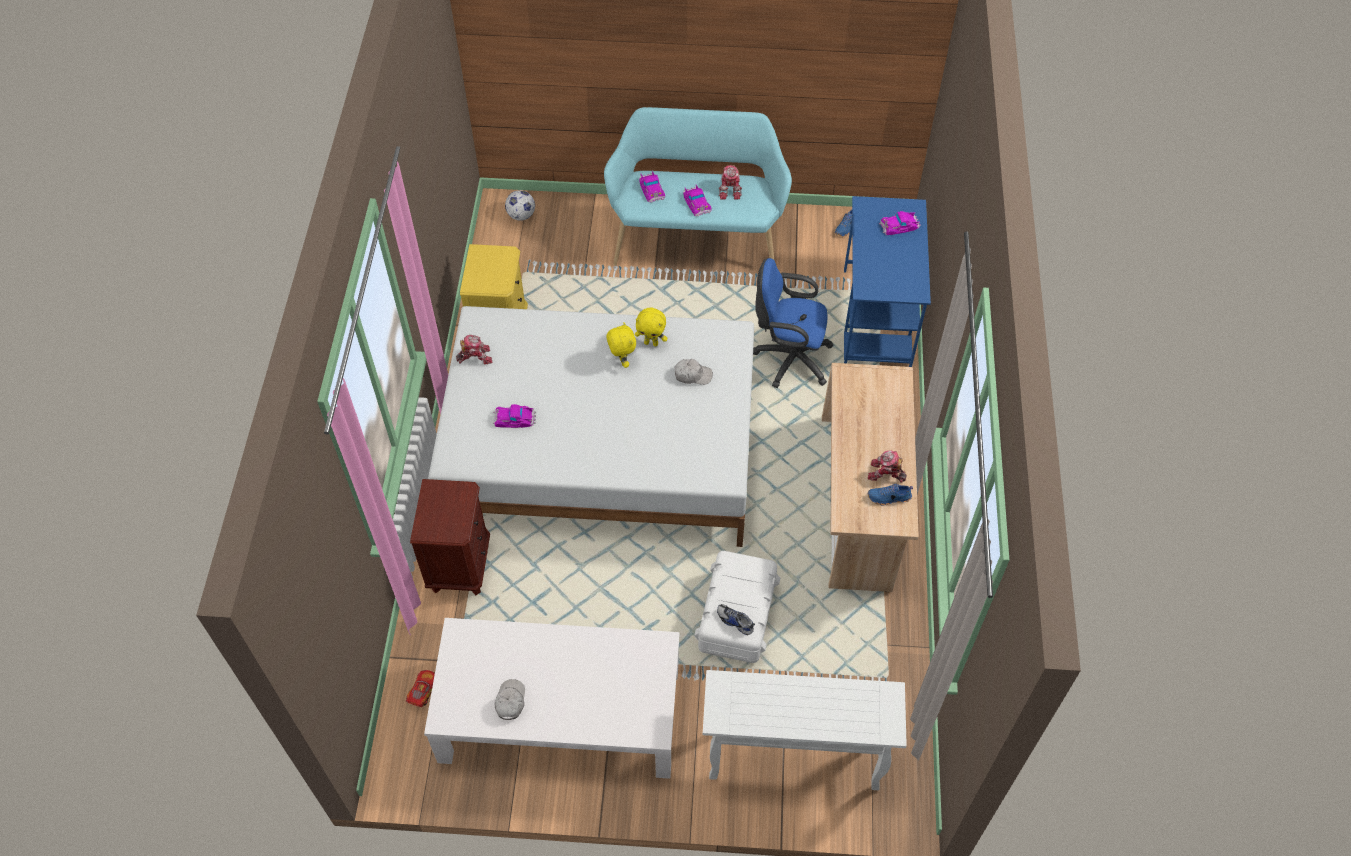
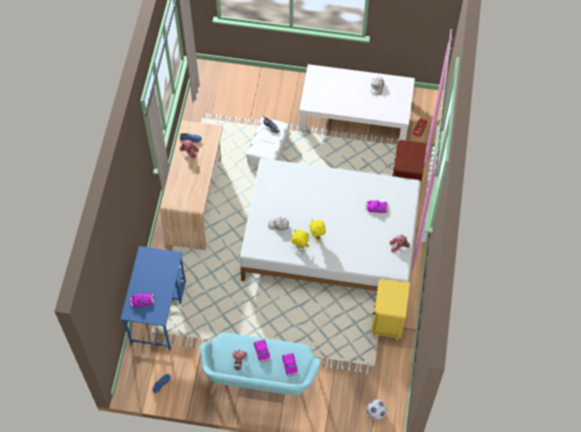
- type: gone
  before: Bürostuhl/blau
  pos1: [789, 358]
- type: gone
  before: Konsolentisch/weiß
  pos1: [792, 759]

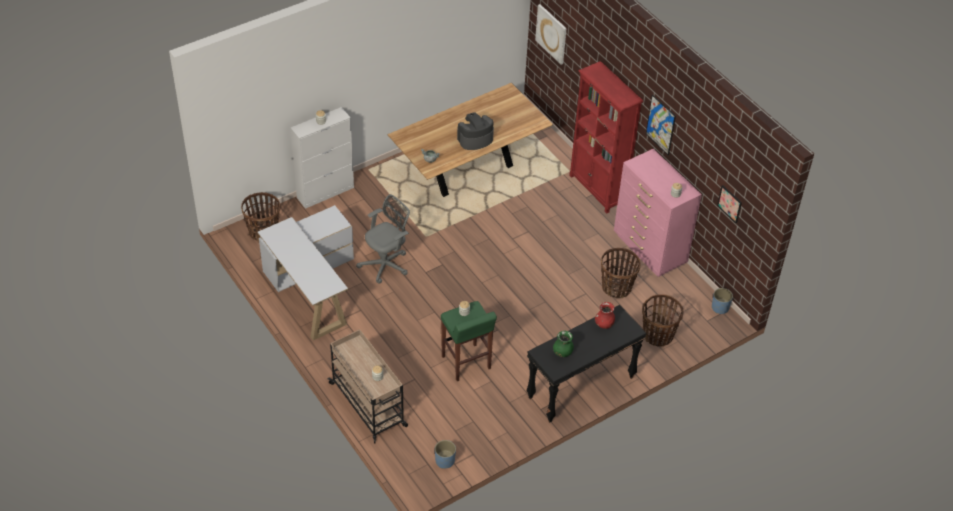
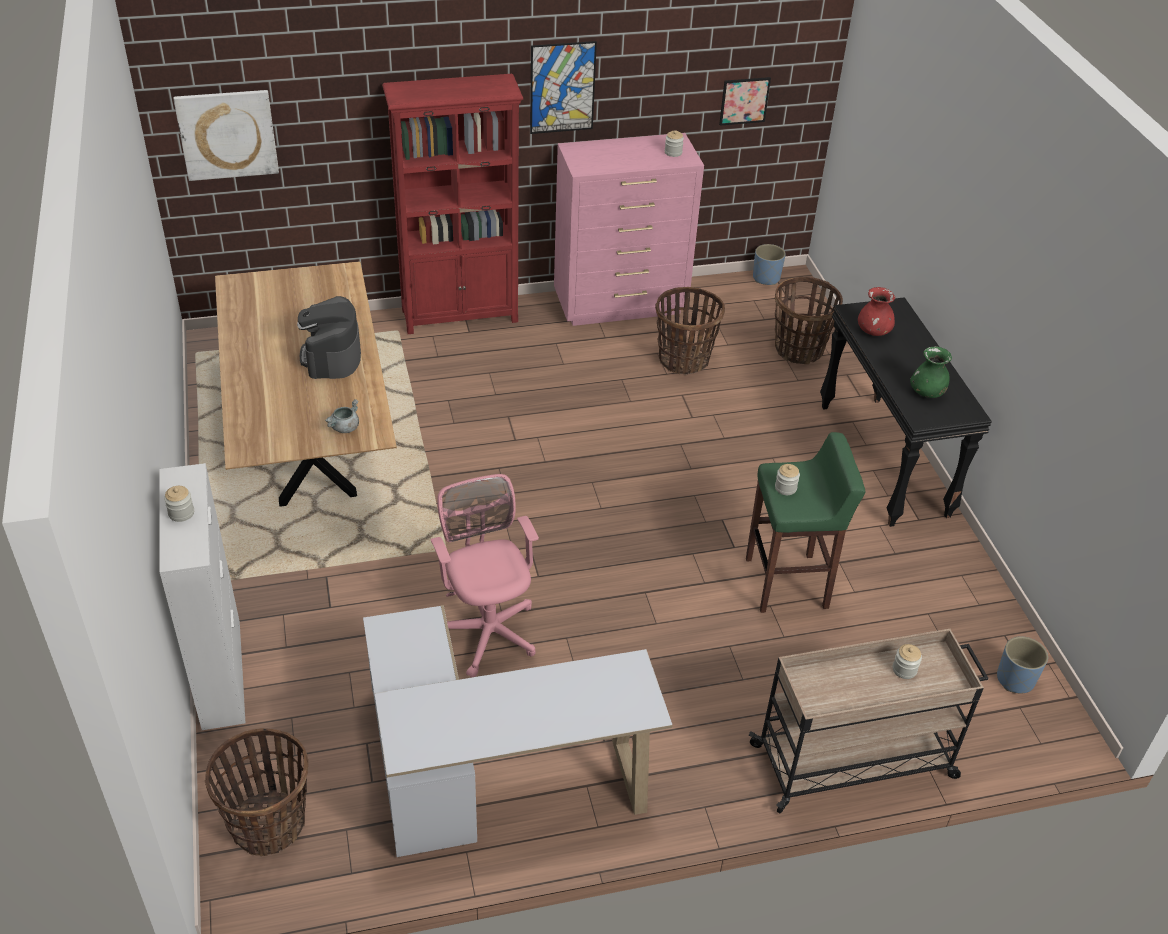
- type: repainted
  before: Bürostuhl/grau
  after: Bürostuhl/rosa
  pos1: [386, 264]
  pos2: [488, 629]

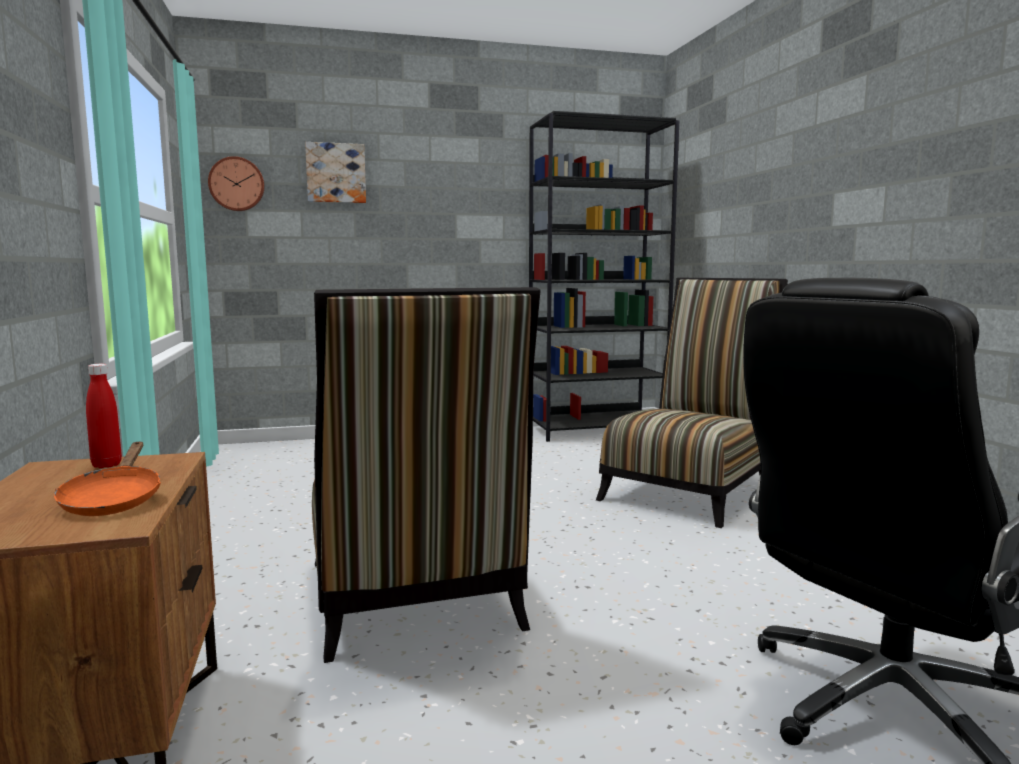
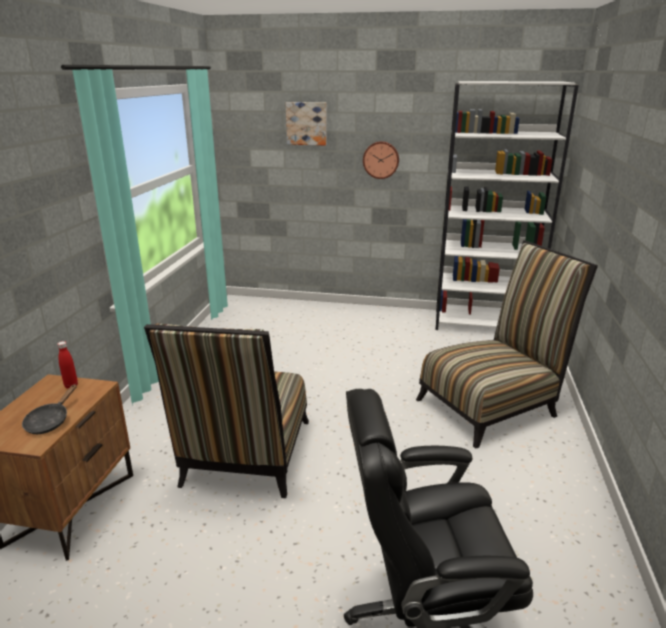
- type: repainted
  before: Bücherregal/schwarz
  after: Bücherregal/weiß
  pos1: [597, 430]
  pos2: [483, 323]
- type: shifted
  before: Wanduhr
  pos1: [237, 184]
  pos2: [381, 160]
- type: repainted
  before: Pfanne/orange
  after: Pfanne/schwarz
  pos1: [113, 500]
  pos2: [50, 421]

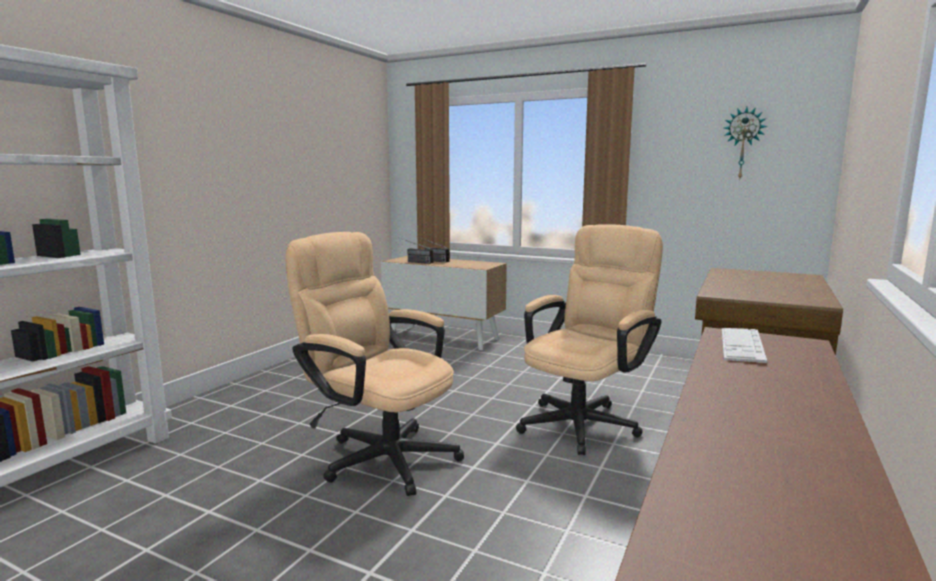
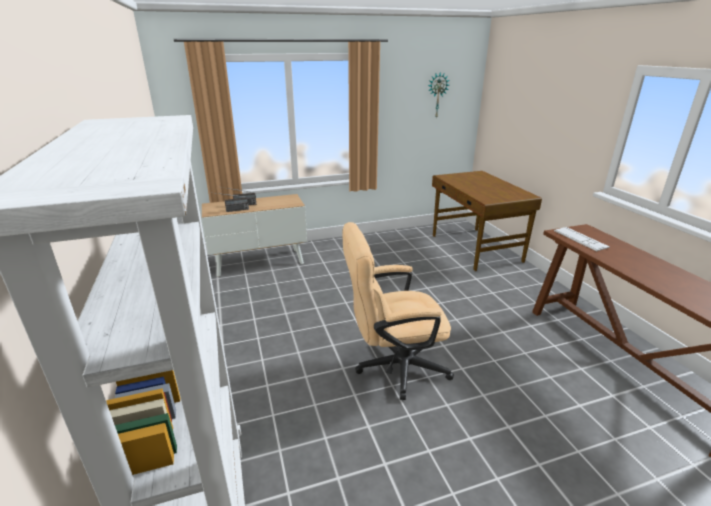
- type: gone
  before: Bürostuhl/beige
  pos1: [585, 421]

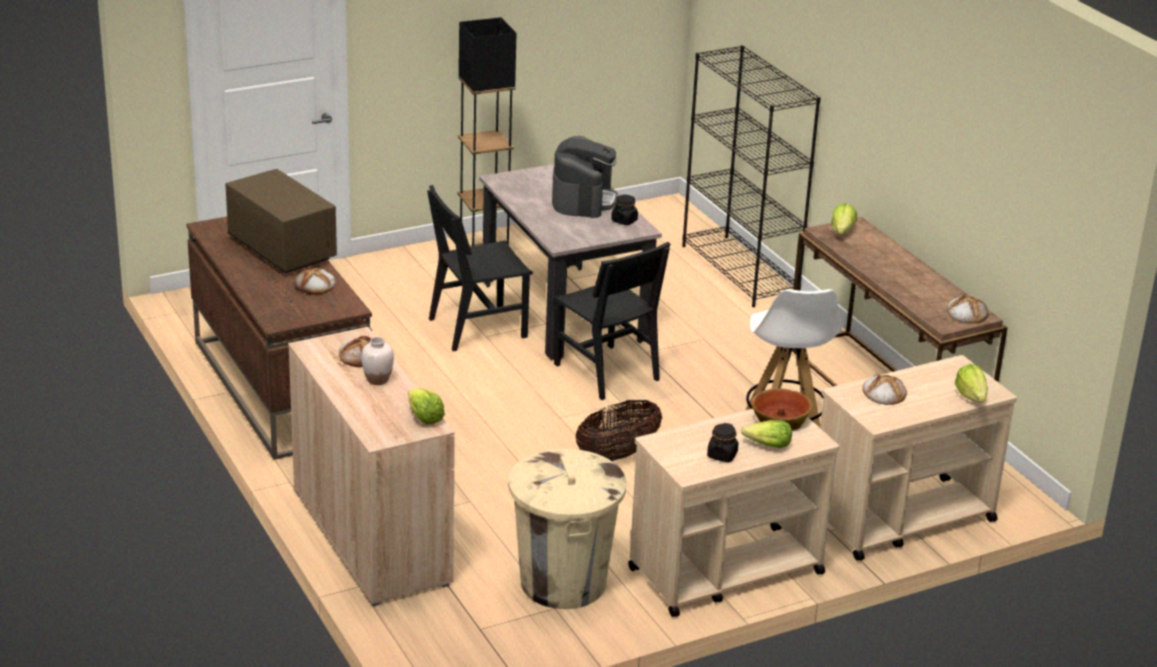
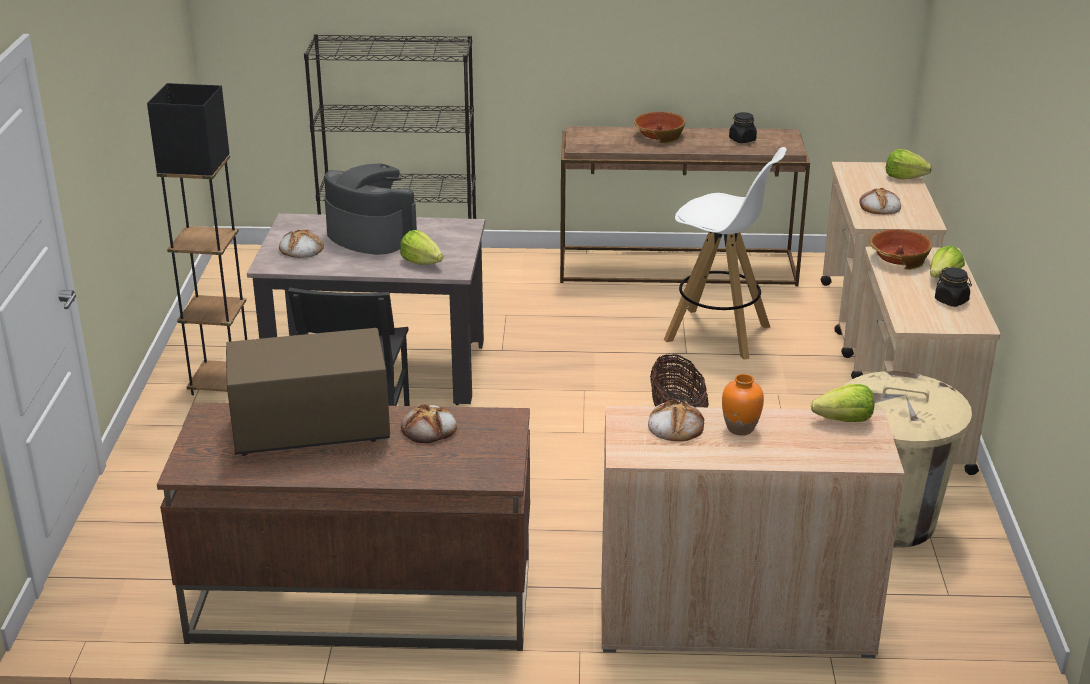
- type: shifted
  before: Vorratsglas/schwarz
  pos1: [624, 221]
  pos2: [742, 139]
- type: shifted
  before: Salatkopf
  pos1: [842, 232]
  pos2: [421, 262]
- type: gone
  before: Stuhl/schwarz
  pos1: [606, 372]
- type: shifted
  before: Brot
  pos1: [966, 313]
  pos2: [301, 249]
- type: repainted
  before: Vase/weiß
  after: Vase/orange
  pos1: [378, 380]
  pos2: [740, 428]
- type: new
  after: Schüssel
  pos2: [658, 135]

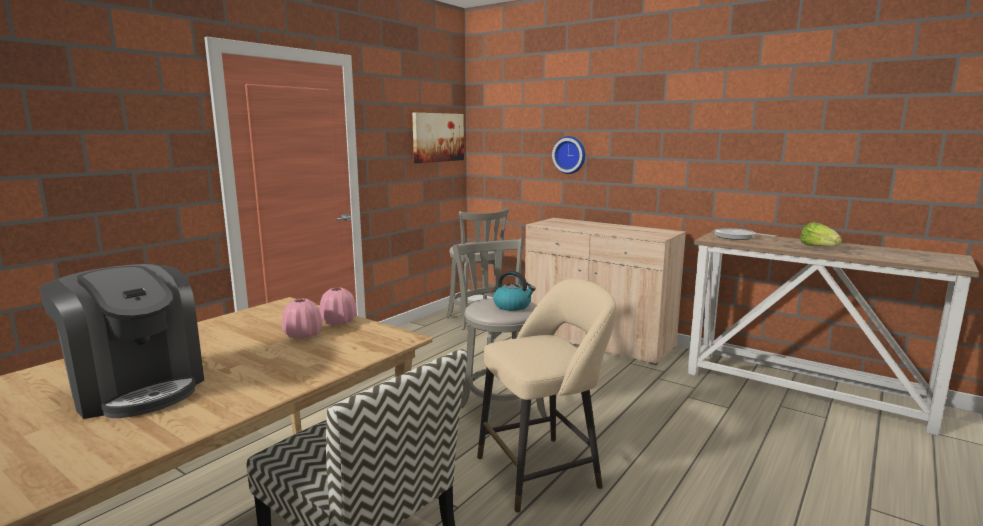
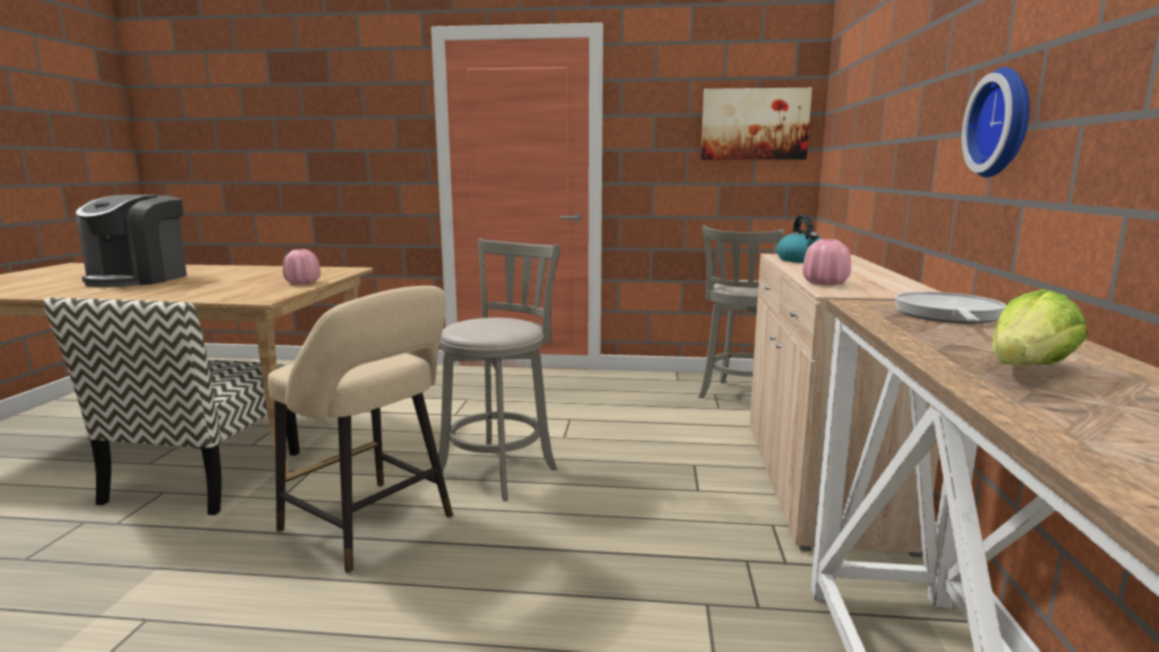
- type: shifted
  before: Wanduhr
  pos1: [570, 155]
  pos2: [1004, 123]
- type: shifted
  before: Wasserkessel
  pos1: [513, 306]
  pos2: [801, 260]
- type: shifted
  before: Vase/rosa
  pos1: [303, 335]
  pos2: [824, 283]

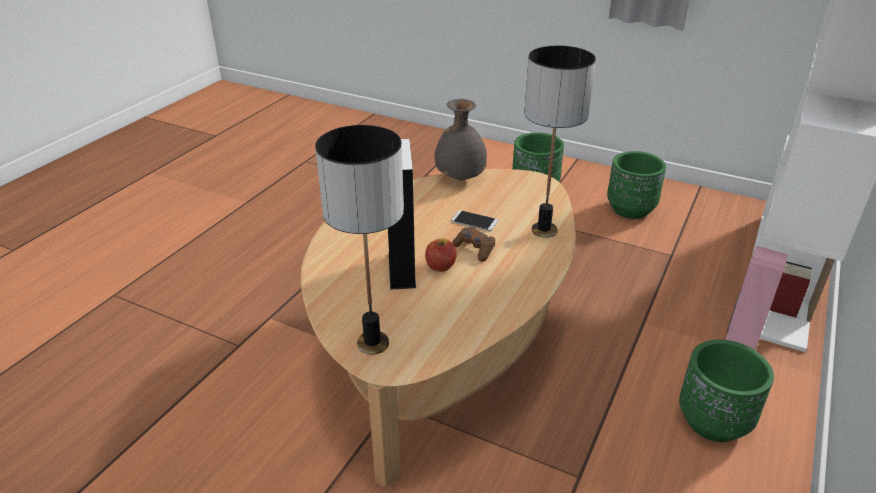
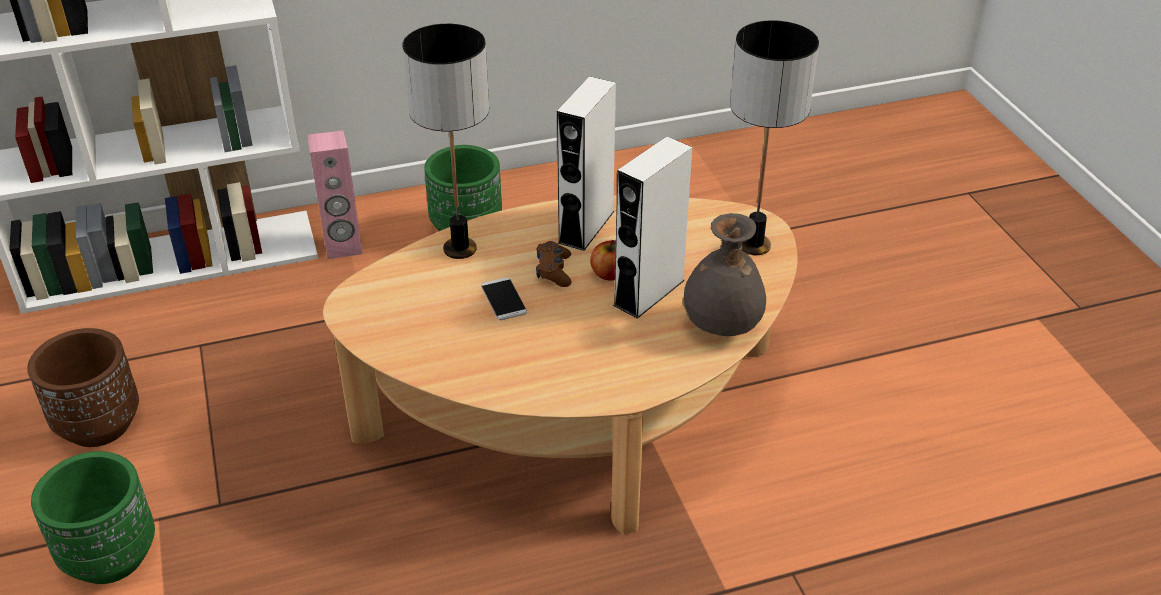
- type: shifted
  before: Vase/grau
  pos1: [460, 177]
  pos2: [721, 327]
- type: repainted
  before: Pflanzkübel/grün
  after: Pflanzkübel/braun
  pos1: [630, 209]
  pos2: [99, 425]
- type: new
  after: Lautsprecher/weiß
  pos2: [586, 227]

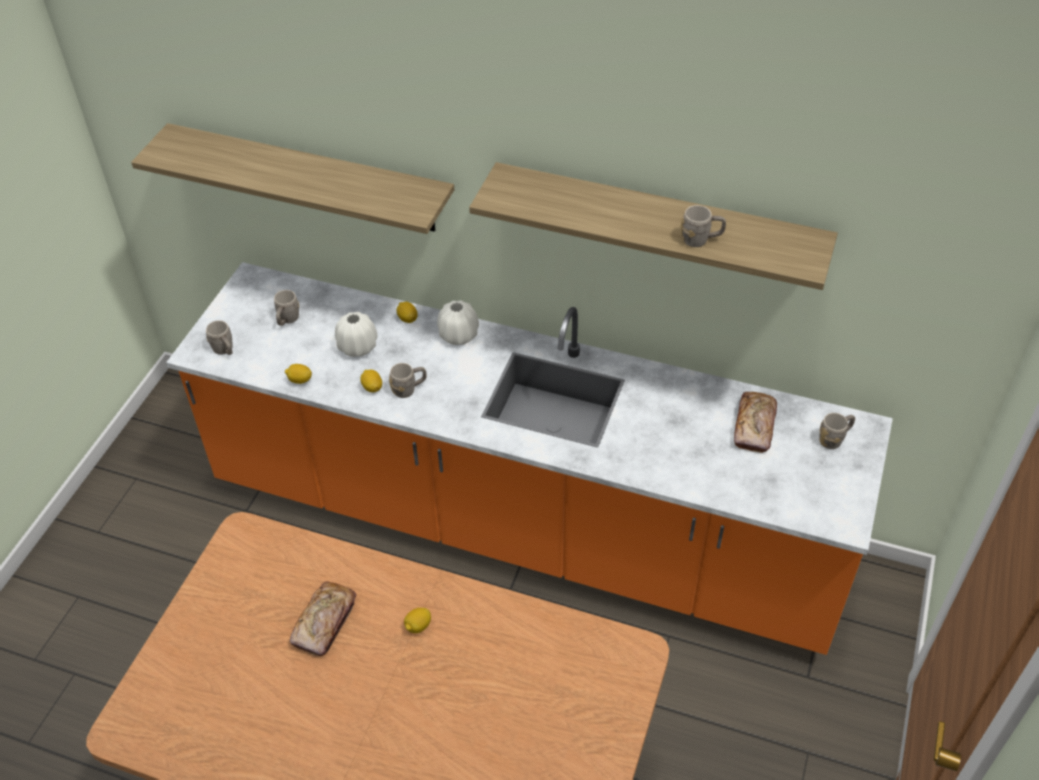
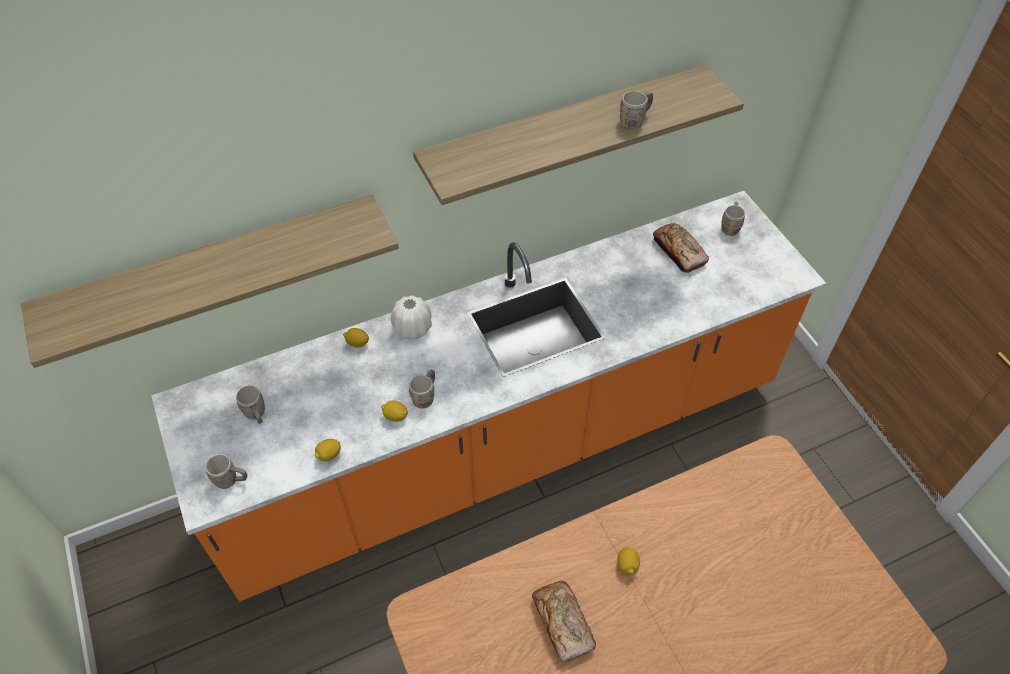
- type: gone
  before: Vase/weiß
  pos1: [358, 347]

